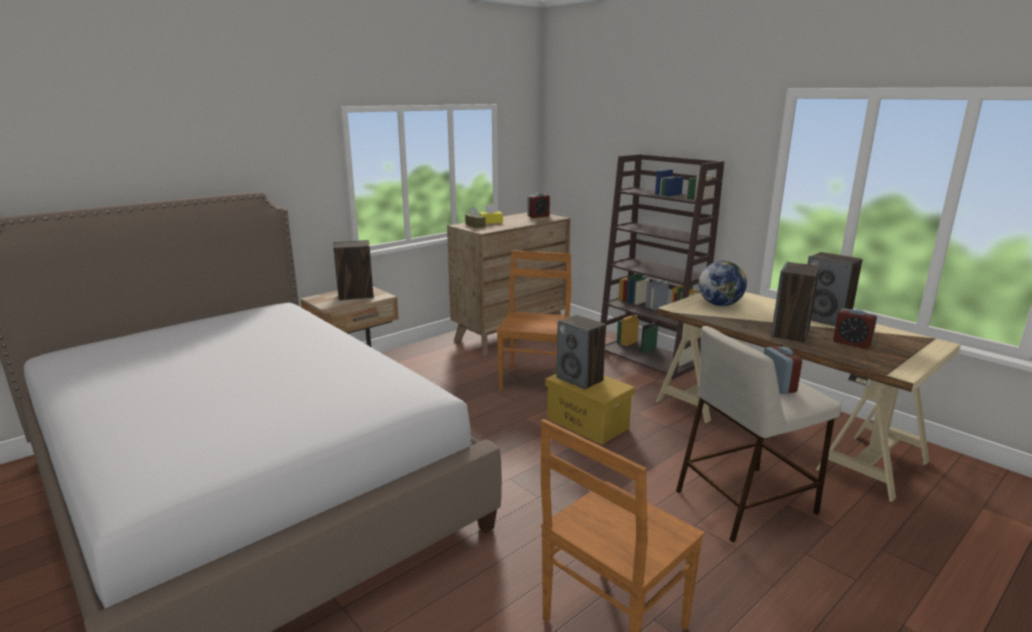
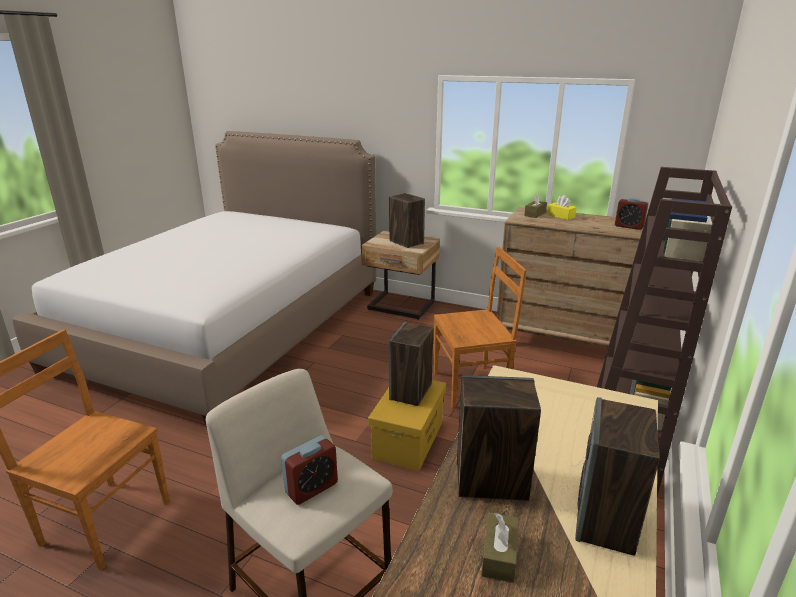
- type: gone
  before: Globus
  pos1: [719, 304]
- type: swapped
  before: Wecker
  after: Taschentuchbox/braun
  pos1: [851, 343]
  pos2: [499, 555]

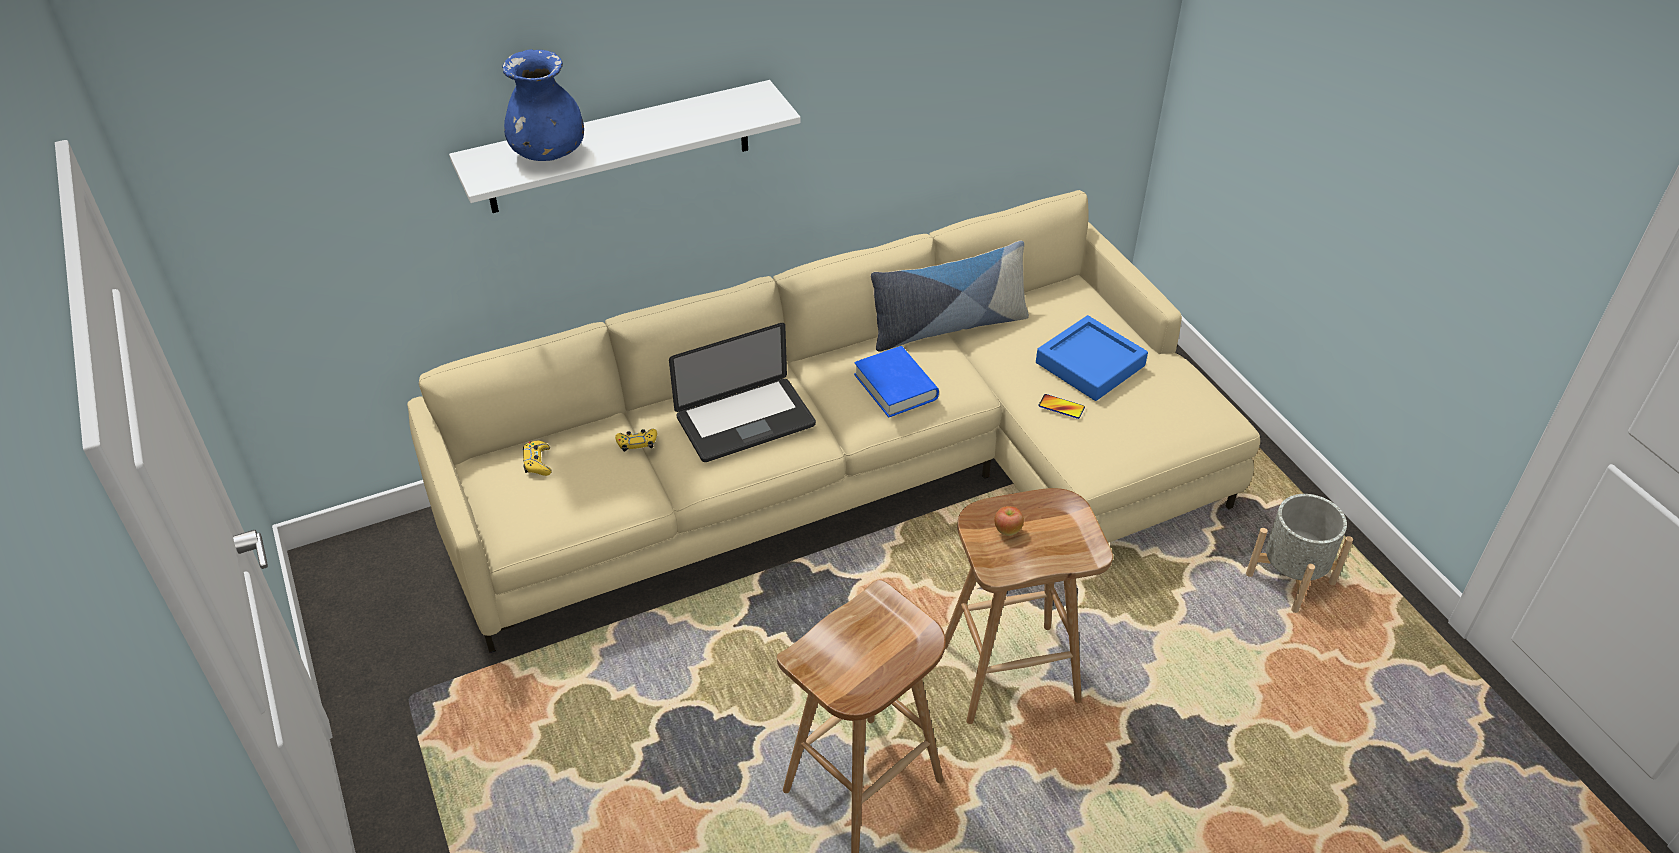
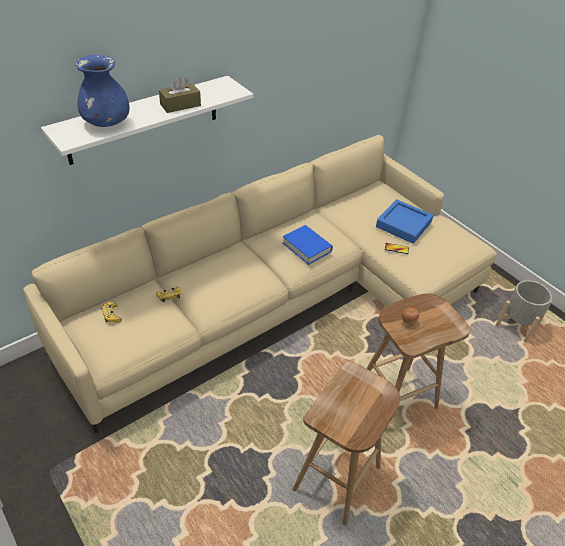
- type: gone
  before: Kissen
  pos1: [948, 326]
- type: gone
  before: Laptop
  pos1: [745, 421]
- type: new
  after: Taschentuchbox/braun
  pos2: [180, 105]

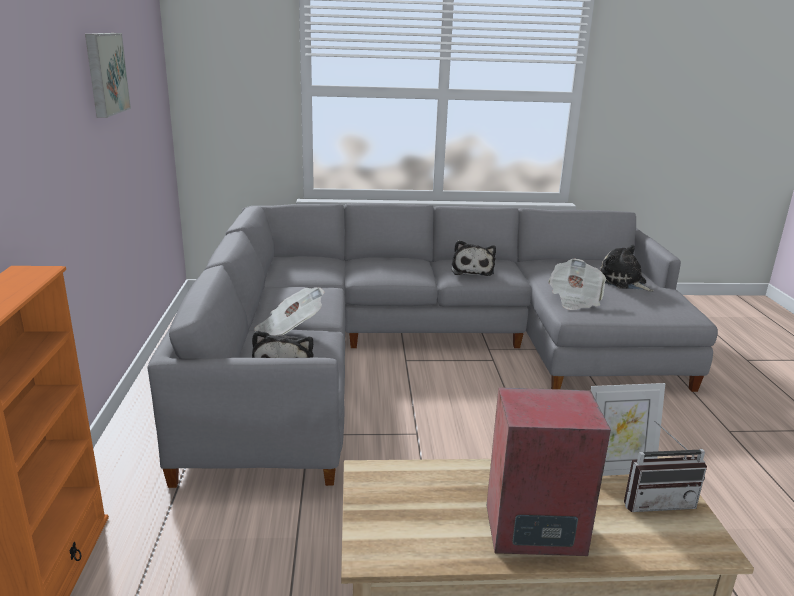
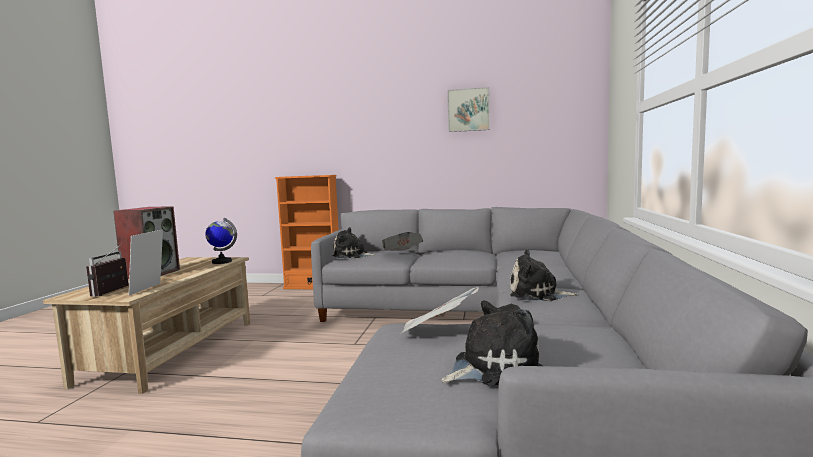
- type: new
  after: Globus
  pos2: [221, 262]

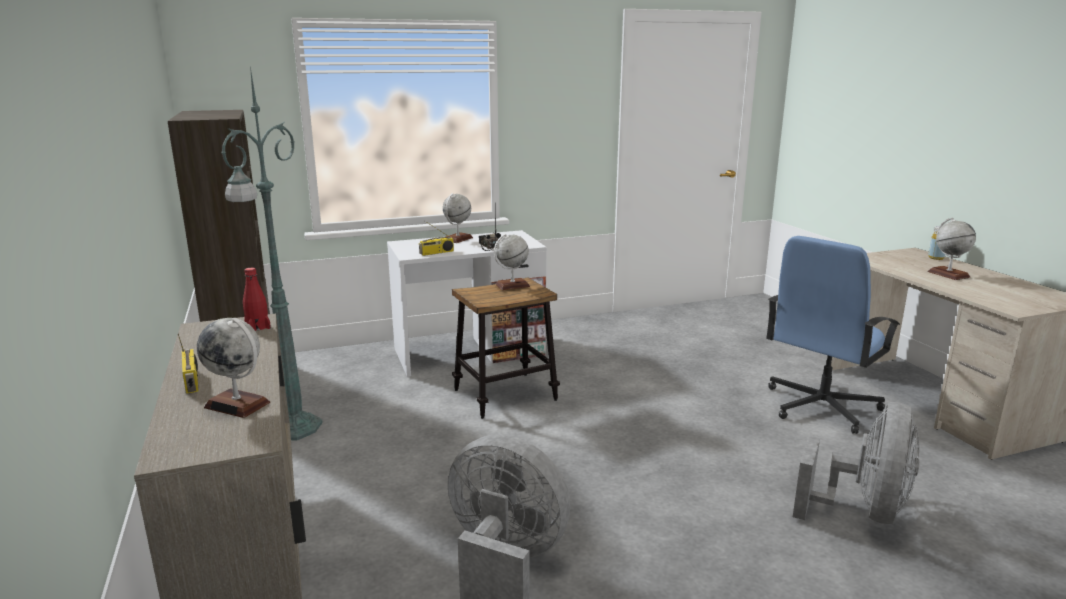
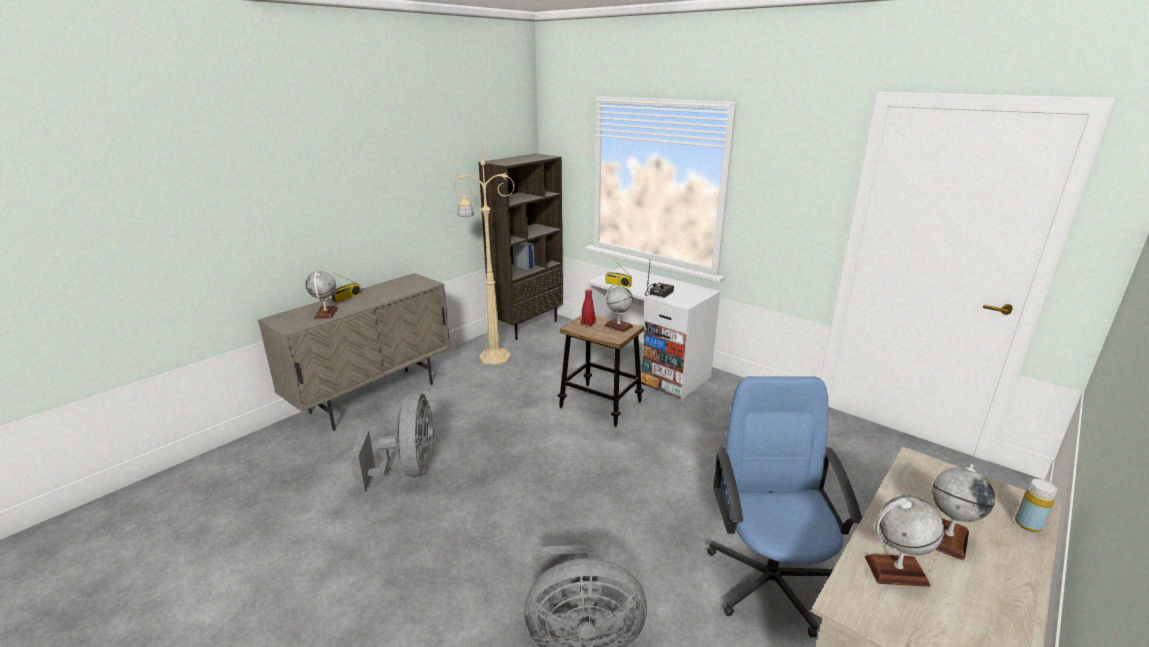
- type: repainted
  before: Stehlampe/grün
  after: Stehlampe/beige
  pos1: [292, 429]
  pos2: [493, 357]
- type: shifted
  before: Globus
  pos1: [457, 239]
  pos2: [896, 571]
- type: rotated
  before: Bürostuhl/blau
  pos1: [820, 406]
  pos2: [770, 580]
  turn: 75
- type: shifted
  before: Flasche/rot
  pos1: [258, 327]
  pos2: [588, 323]

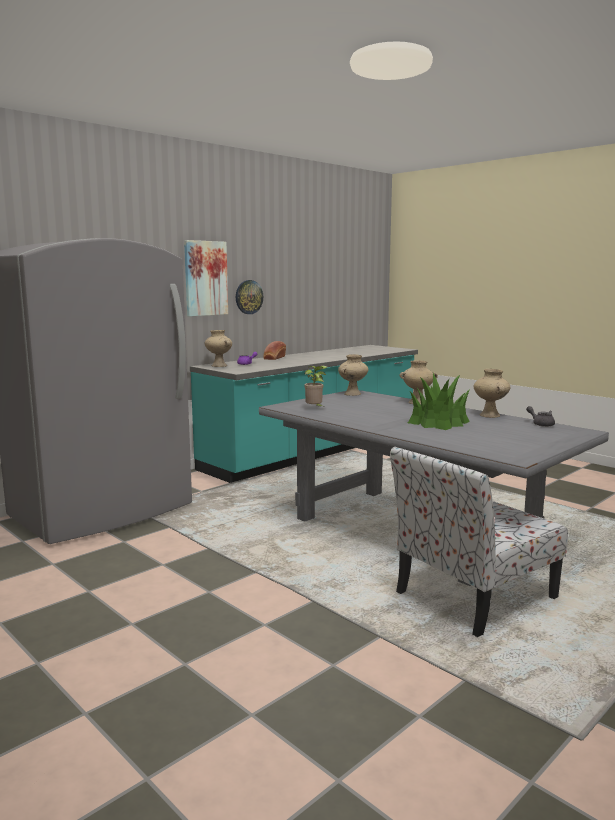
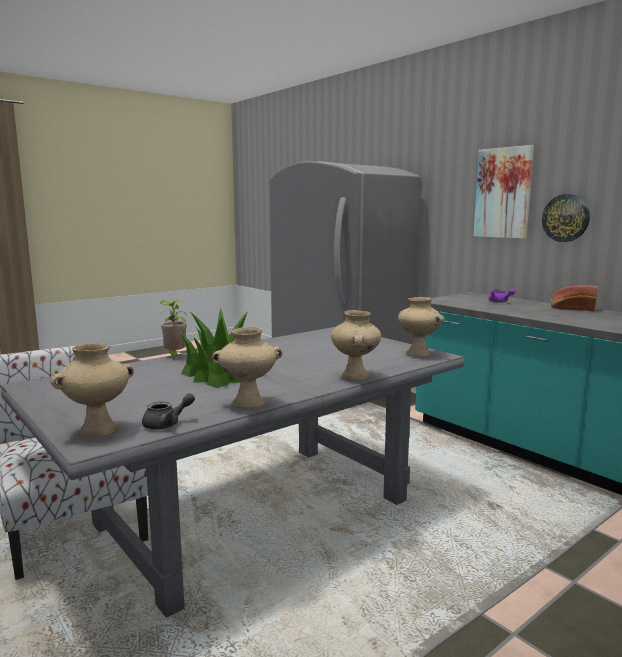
- type: shifted
  before: Vase/beige
  pos1: [218, 366]
  pos2: [99, 429]
- type: shifted
  before: Topfpflanze
  pos1: [315, 409]
  pos2: [175, 356]

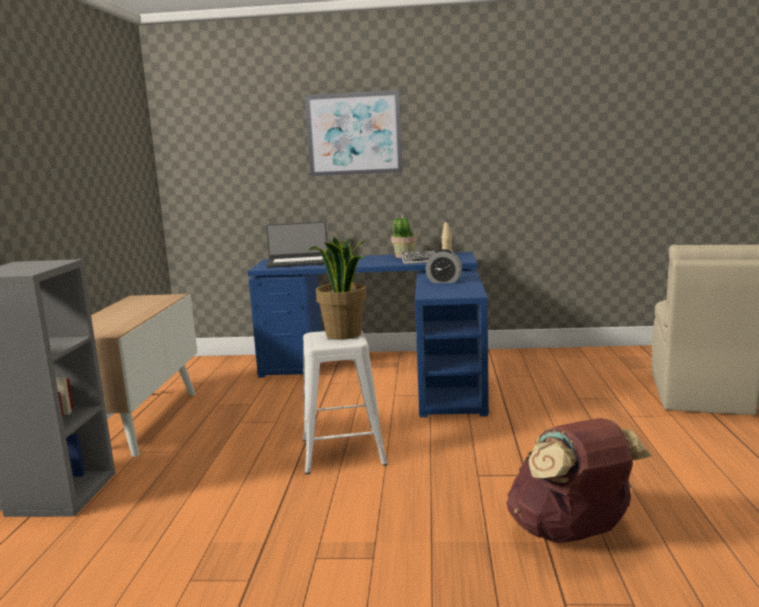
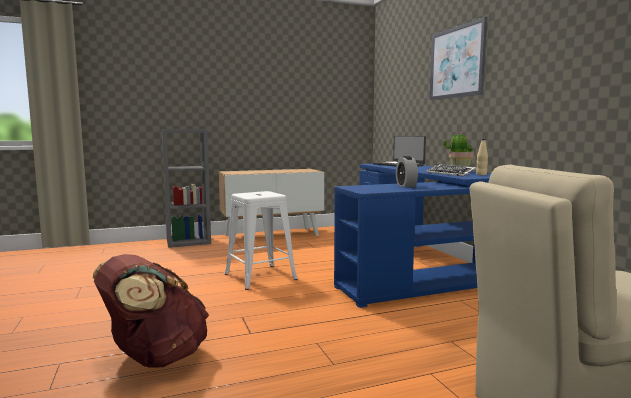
- type: gone
  before: Topfpflanze
  pos1: [343, 335]

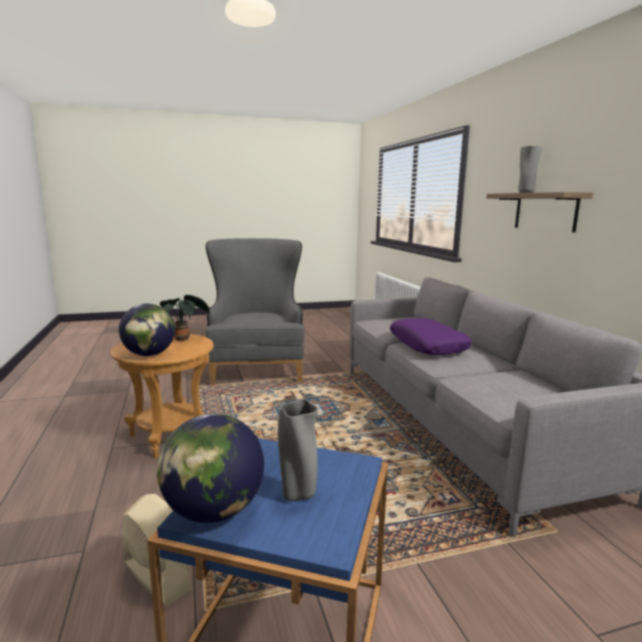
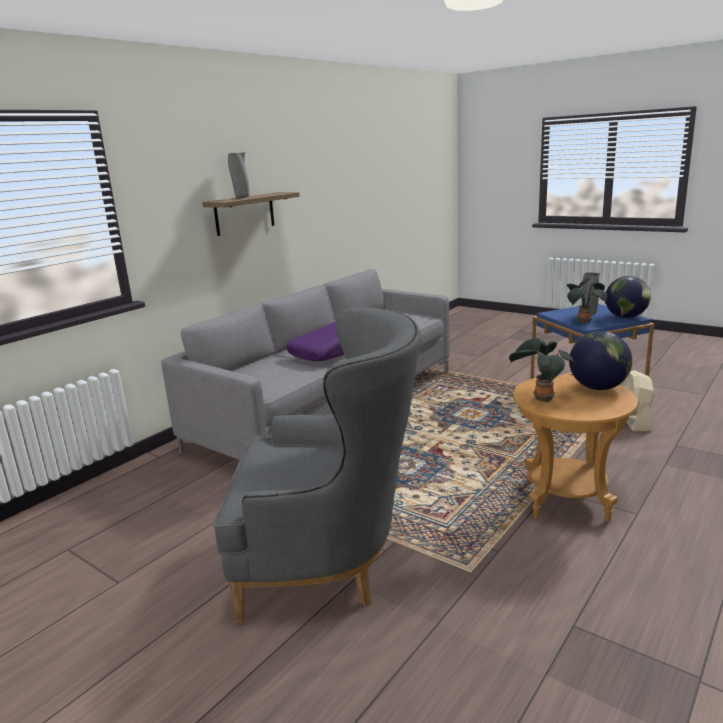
- type: rotated
  before: Sessel/grau
  pos1: [257, 368]
  pos2: [330, 562]
  turn: -135
- type: new
  after: Topfpflanze
  pos2: [583, 321]

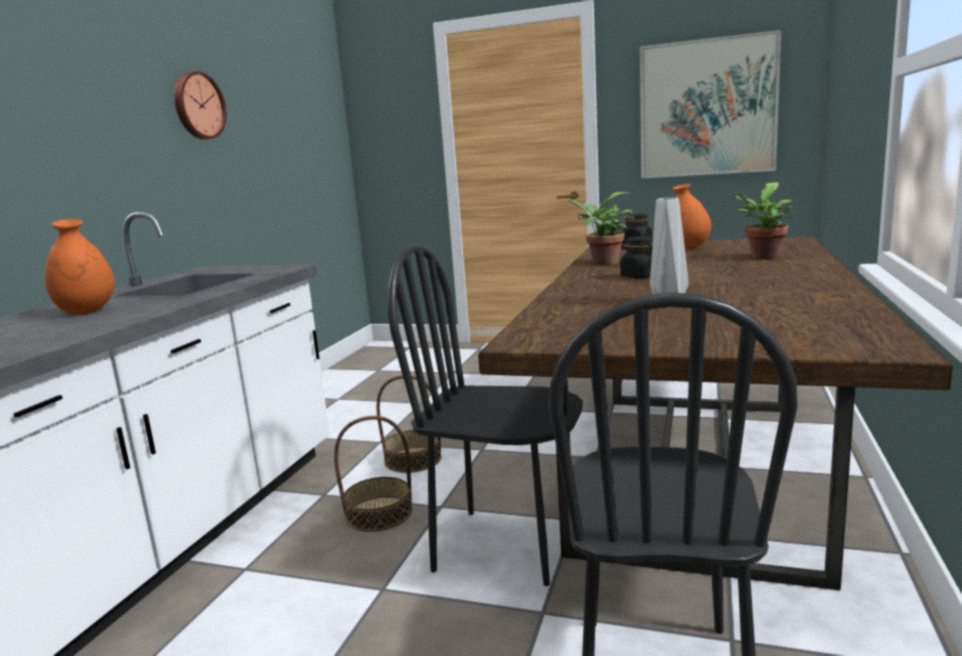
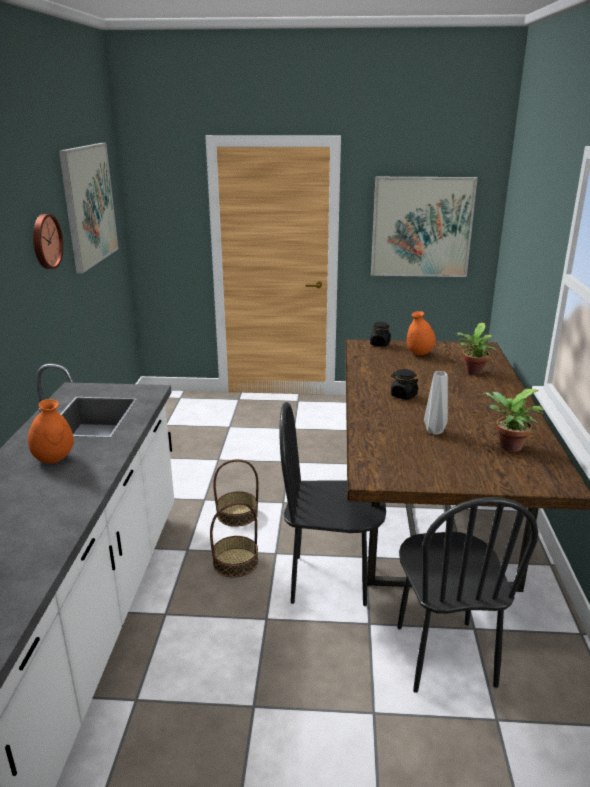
- type: shifted
  before: Topfpflanze
  pos1: [602, 263]
  pos2: [507, 446]
- type: new
  after: Bild
  pos2: [89, 205]

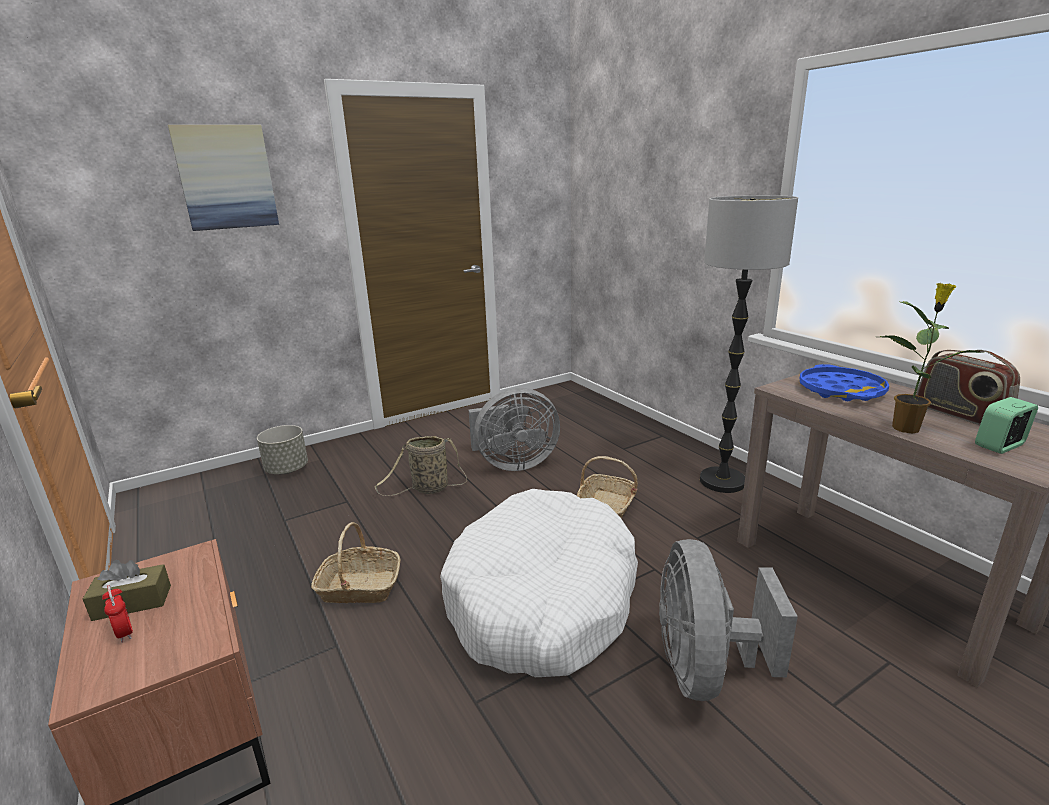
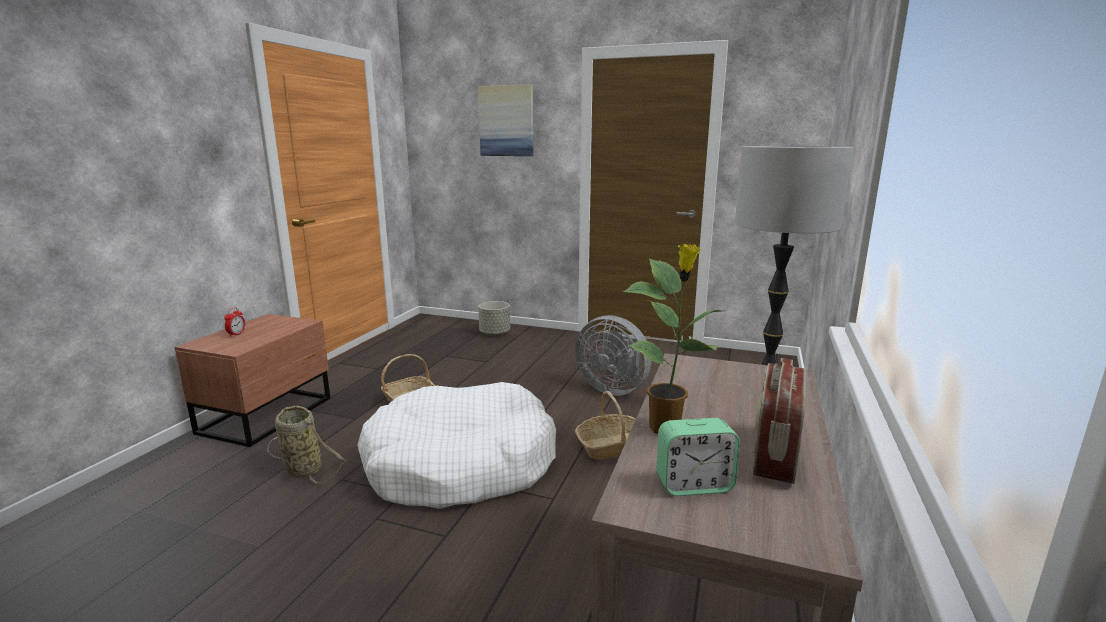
- type: gone
  before: Tablett/blau
  pos1: [841, 390]
- type: rotated
  before: Wecker
  pos1: [1000, 446]
  pos2: [694, 485]
  turn: 150
- type: shifted
  before: Korb
  pos1: [428, 489]
  pos2: [302, 469]
- type: gone
  before: Ventilator/grau
  pos1: [705, 669]
- type: gone
  before: Taschentuchbox/braun
  pos1: [132, 602]

